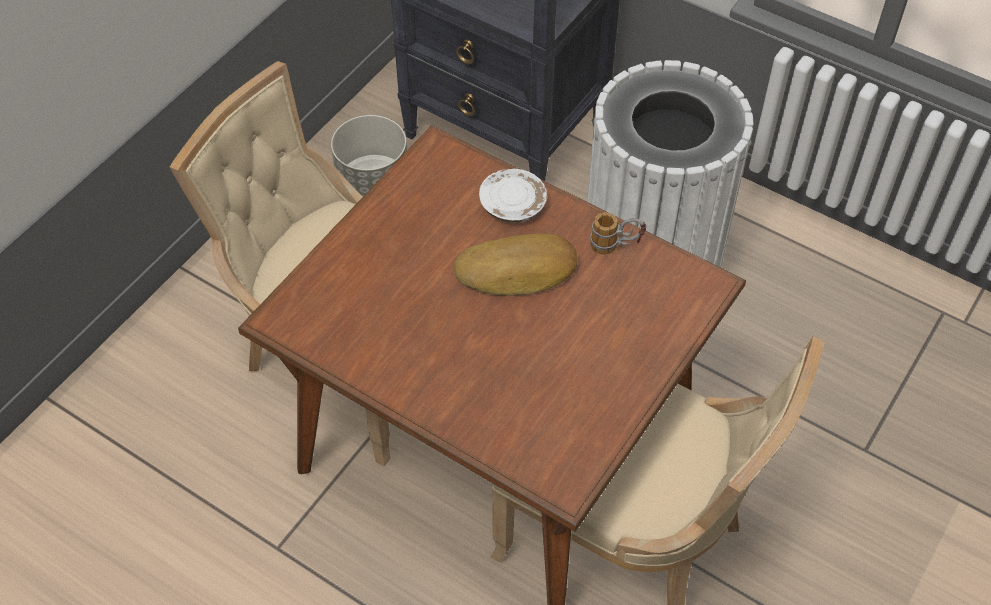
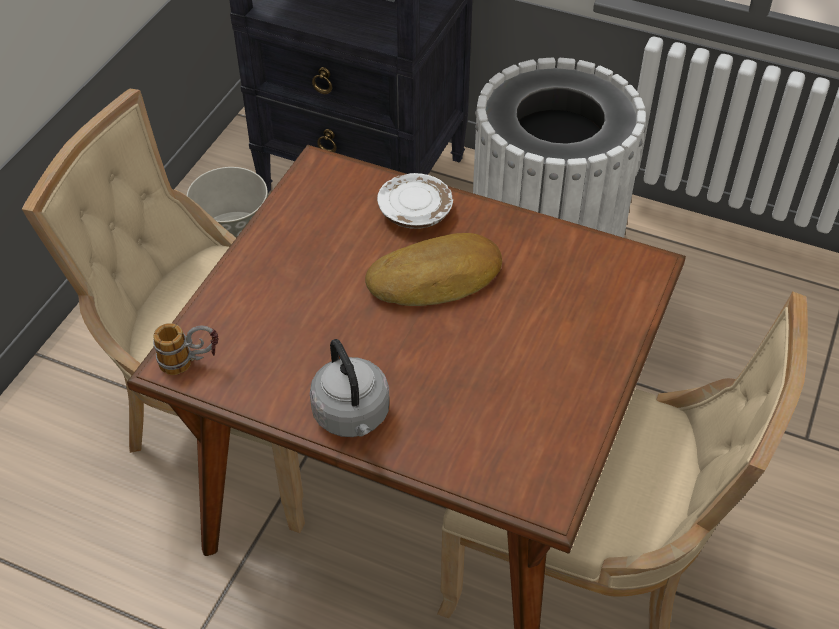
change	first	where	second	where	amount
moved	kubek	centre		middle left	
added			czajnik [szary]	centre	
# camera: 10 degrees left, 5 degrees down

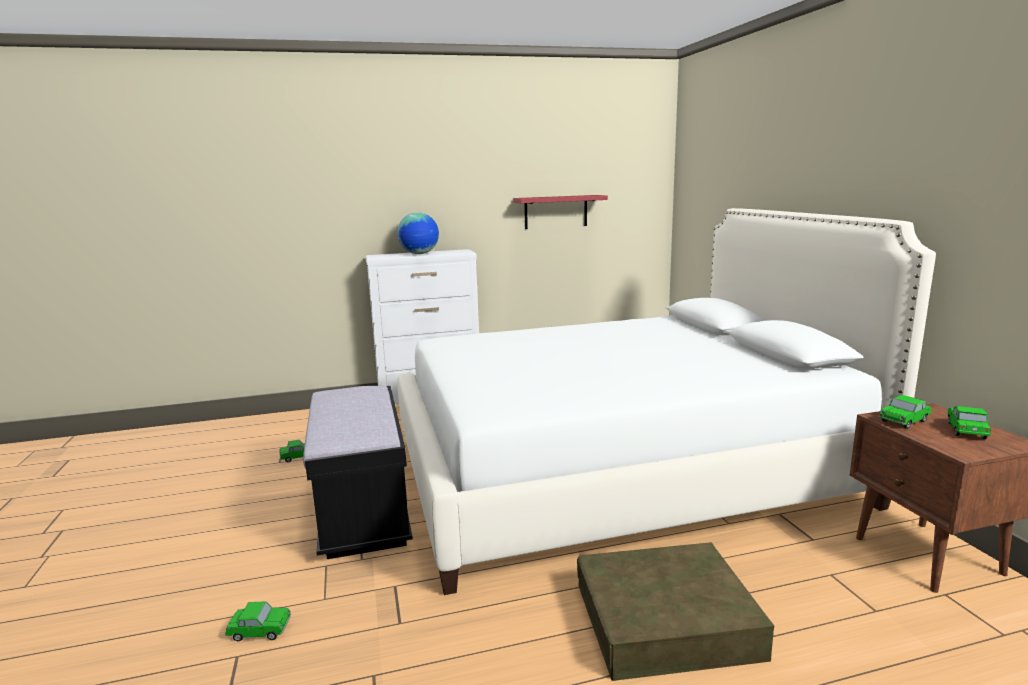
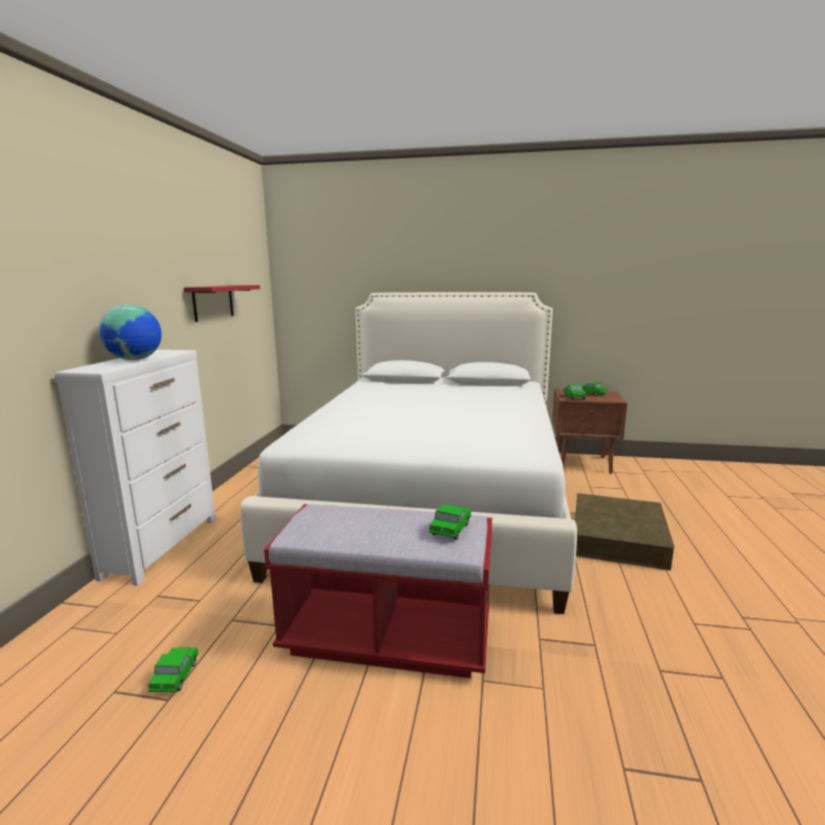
change	first	where	second	where	amount
moved	samochodzik (1st from left in the first image)	bottom left	samochodzik (2nd from left)	centre	
recoloured	ławka [czarny]	bottom centre	ławka [czerwony]	bottom centre	
# camera: 65 degrees left, 0 degrees up

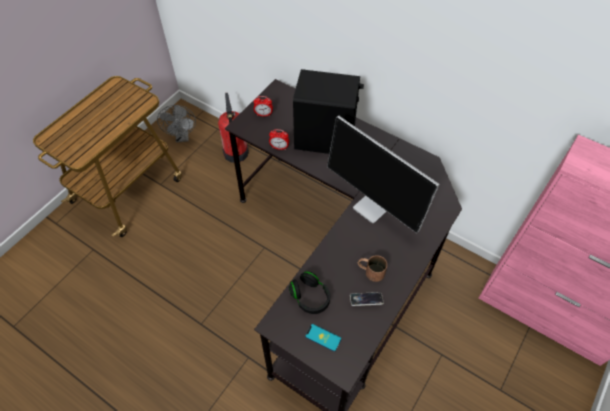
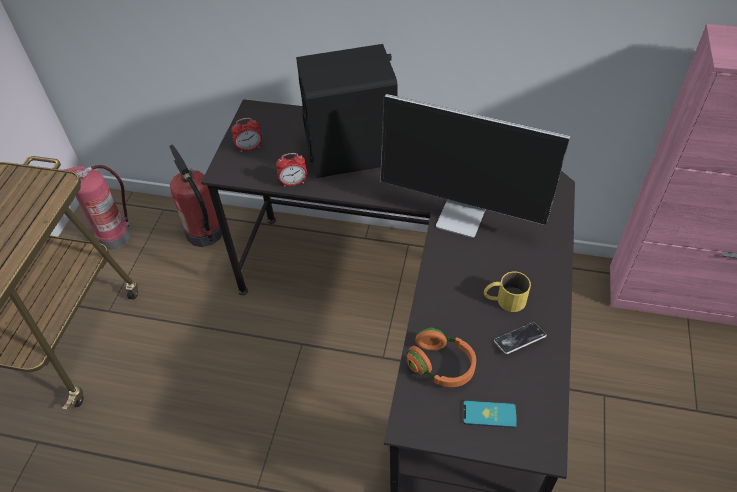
change	first	where	second	where	amount
replaced	wentylator [szary]	top left	gaśnica (1st from left)	middle left	
recoloured	słuchawki [czarny]	bottom centre	słuchawki [pomarańczowy]	bottom centre	
recoloured	kubek [brązowy]	centre	kubek [żółty]	middle right	
# camera: 20 degrees left, 5 degrees down

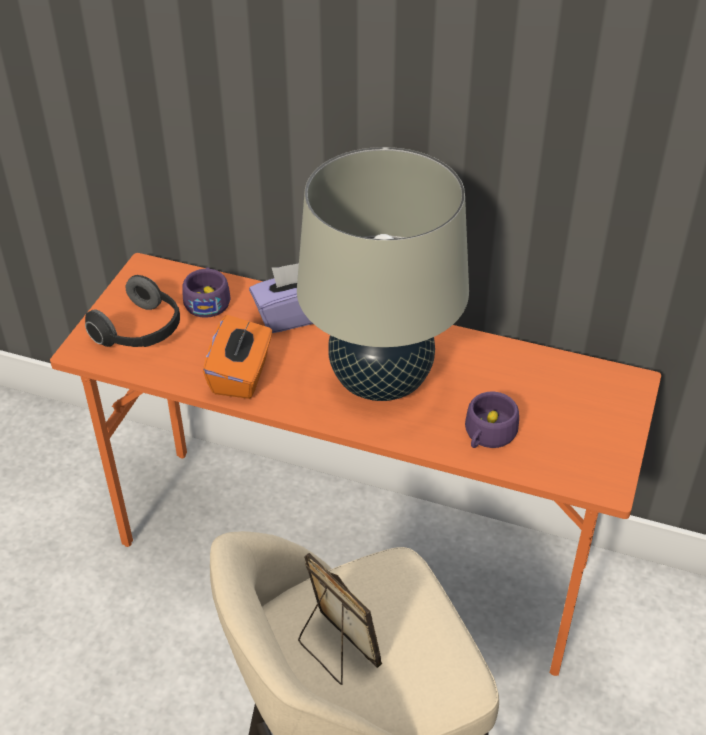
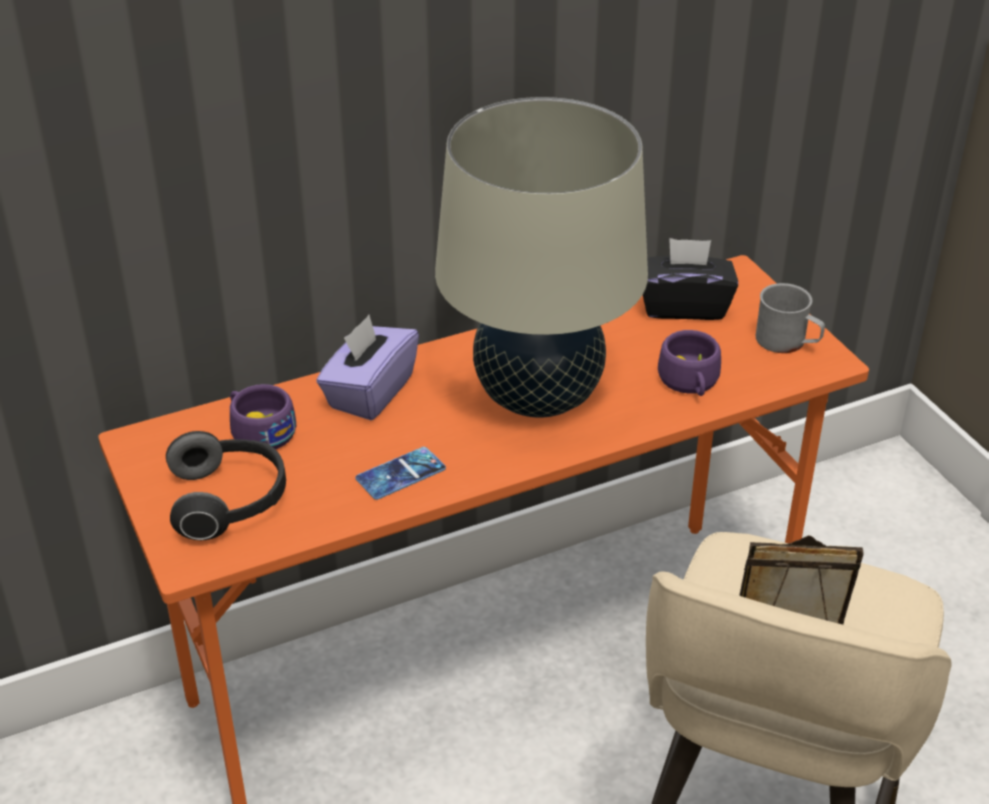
change	first	where	second	where	amount
replaced	pudełko chusteczek [pomarańczowy]	centre	telefon	centre	
added			pudełko chusteczek [czarny]	middle right	
added			kubek [szary]	middle right	
# camera: 45 degrees left, 5 degrees down

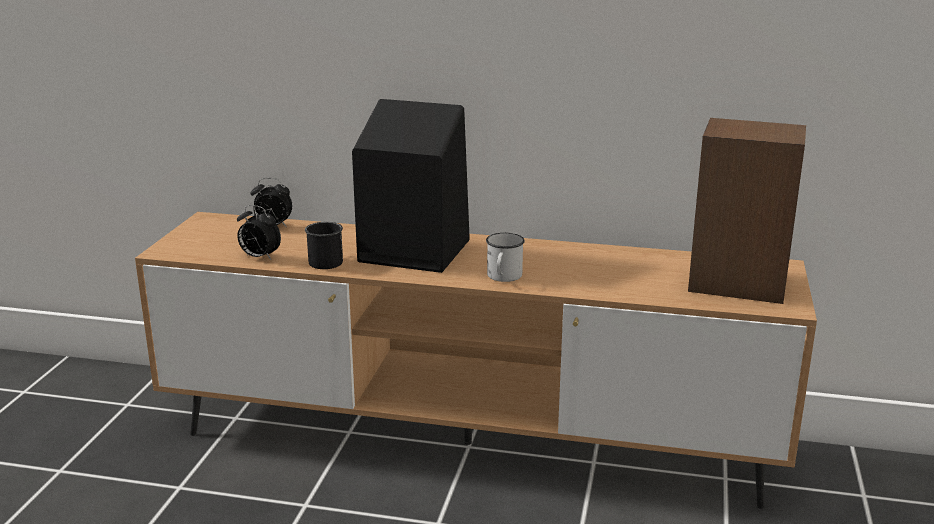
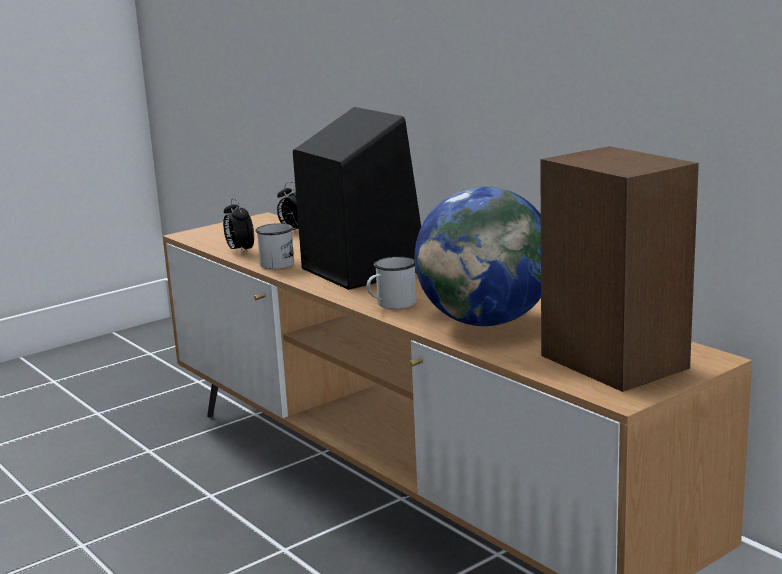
change	first	where	second	where	amount
recoloured	kubek [czarny]	centre	kubek [biały] (1st from left)	centre	
added			globus	centre	
# camera: 40 degrees right, 5 degrees down

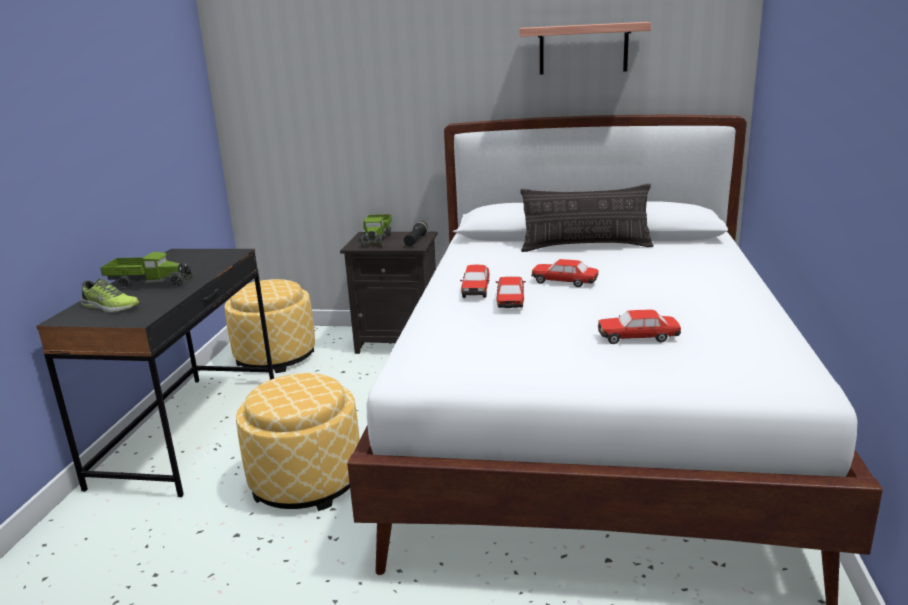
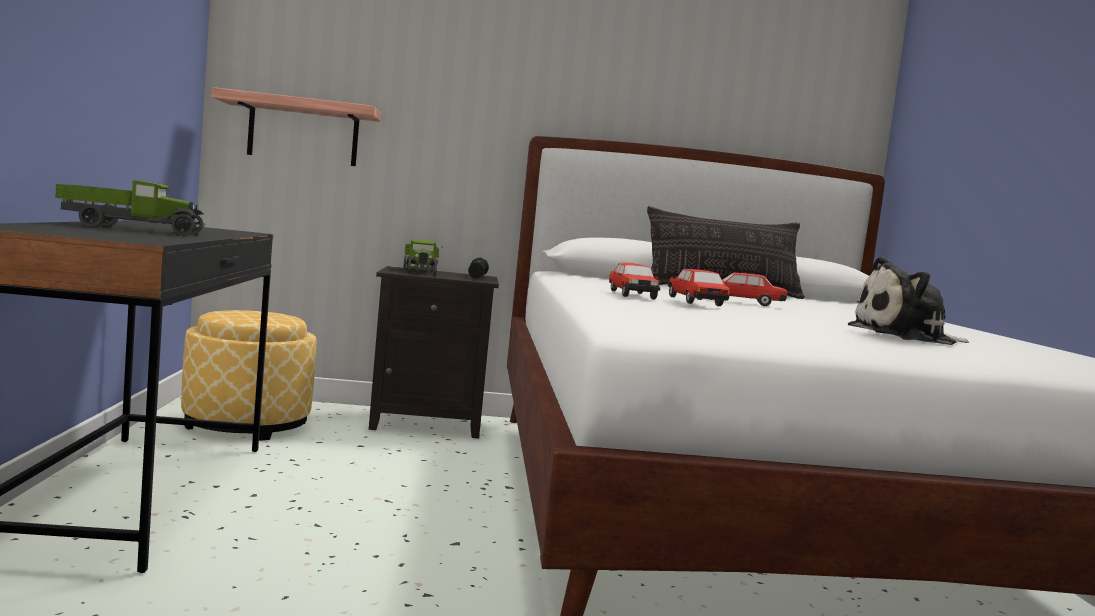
change	first	where	second	where	amount
removed	but	middle left			
removed	pufa (2nd from left)	bottom left			
moved	półka	top centre		top left	
replaced	samochodzik (4th from left)	middle right	pluszak	middle right	
# camera: 15 degrees left, 15 degrees down

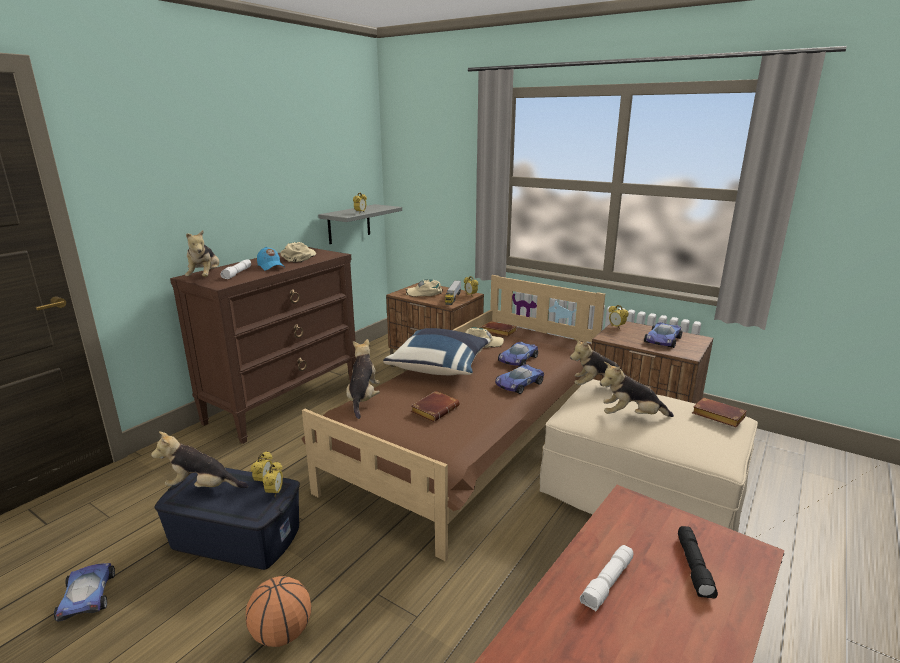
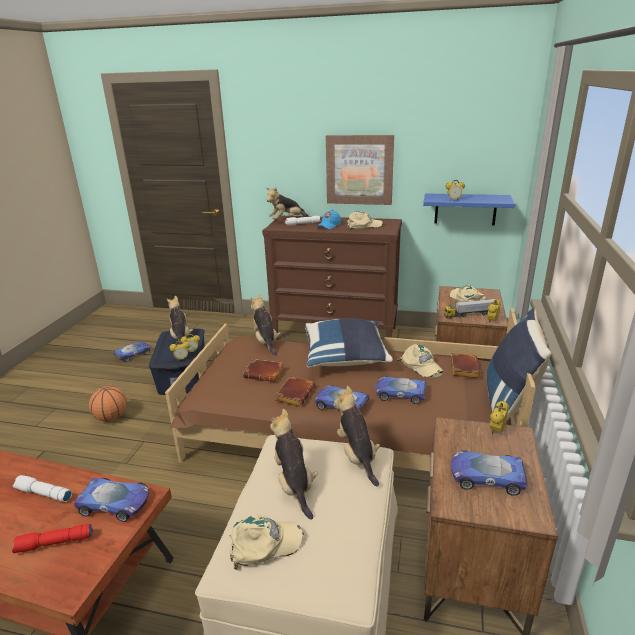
change	first	where	second	where	amount
recoloured	półka [szary]	centre	półka [niebieski]	top right	
turned	pluszak (3rd from left in the first image)	centre	pluszak (2nd from left)	centre	90 degrees counterclockwise
recoloured	latarka [czarny]	bottom right	latarka [czerwony]	bottom left	
moved	książka [brązowy] (3rd from left in the first image)	middle right	książka [brązowy] (2nd from left)	centre	
added			samochodzik (1st from left)	bottom left	
added			czapka z daszkiem [beżowy] (1st from left)	bottom centre	
added			obraz	top centre	
added			poduszka [niebieski] (2nd from left)	middle right	
# camera: 70 degrees right, 5 degrees up

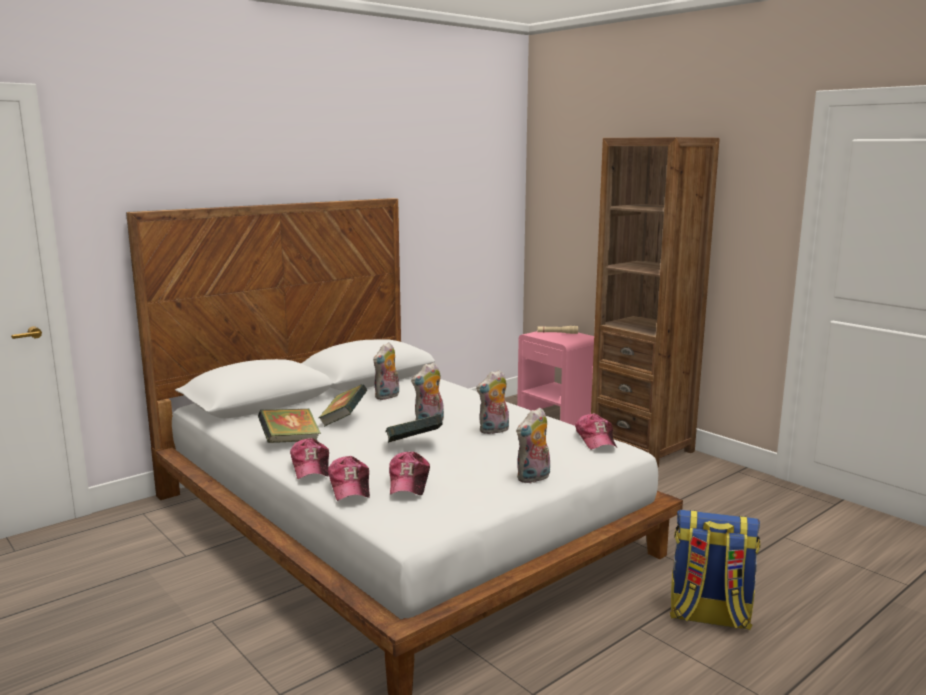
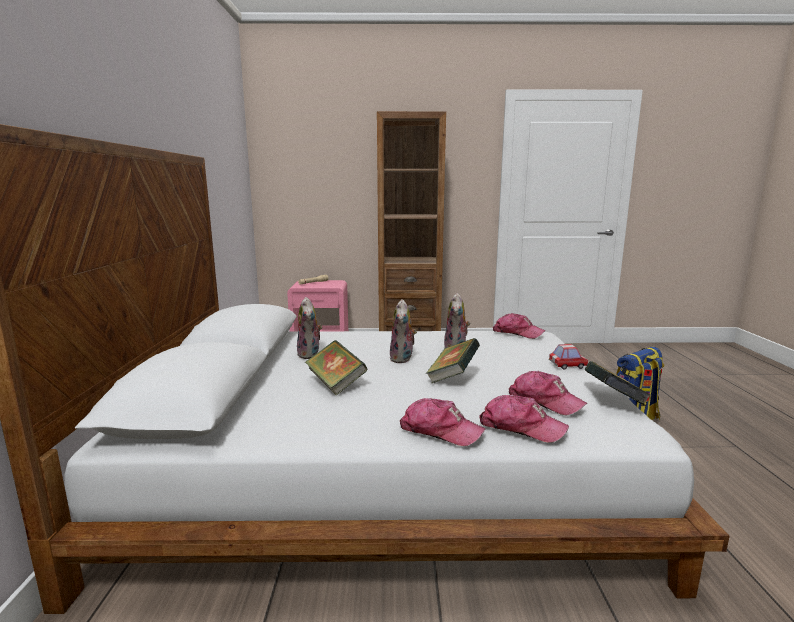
change	first	where	second	where	amount
moved	książka (1st from left in the first image)	middle left	książka (3rd from left)	middle right	
replaced	pluszak (4th from left)	centre	samochodzik	middle right	
# camera: 50 degrees left, 0 degrees up

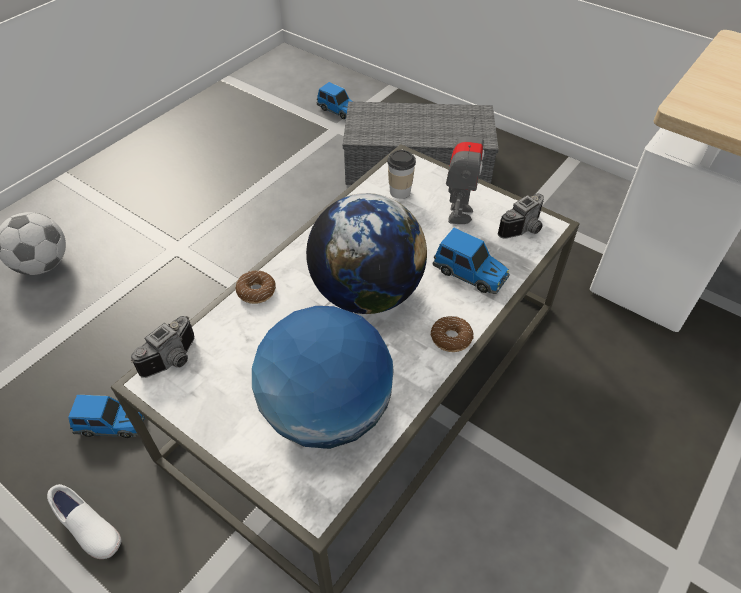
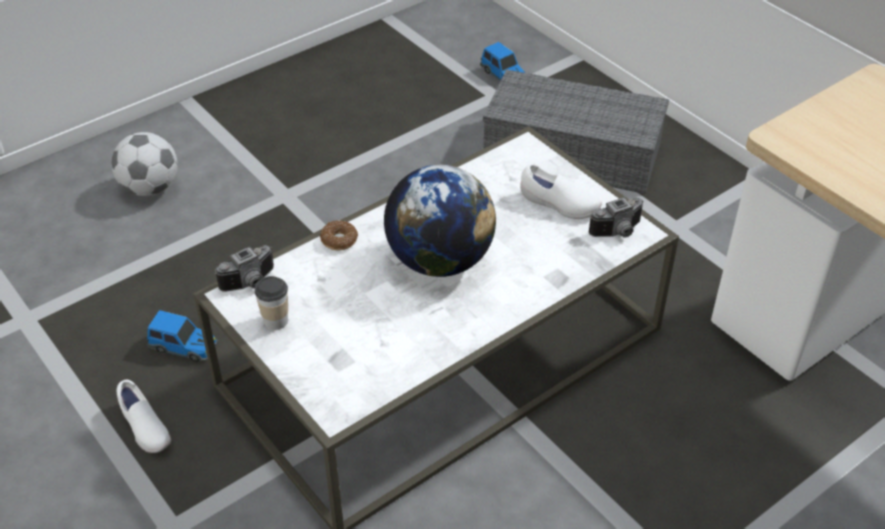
change	first	where	second	where	amount
removed	globus (1st from left)	centre			
moved	filiżanka	top centre		middle left	
removed	donut (2nd from left)	centre			
removed	samochodzik (3rd from left)	centre			
replaced	robot zabawkowy	top centre	but [biały] (2nd from left)	centre	
# camera: 15 degrees right, 5 degrees down

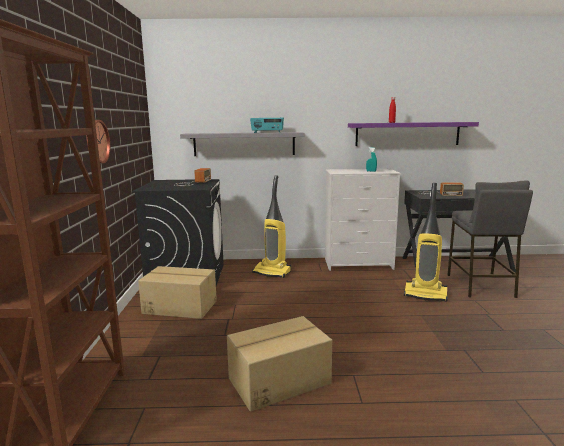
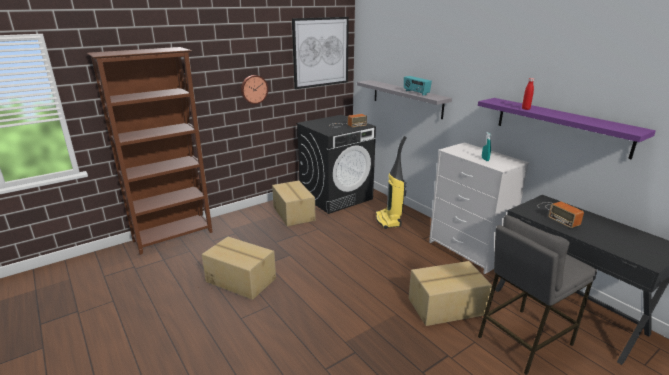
change	first	where	second	where	amount
replaced	odkurzacz (2nd from left)	middle right	karton (3rd from left)	bottom right	
added			obraz	top centre	
# camera: 55 degrees right, 10 degrees up

